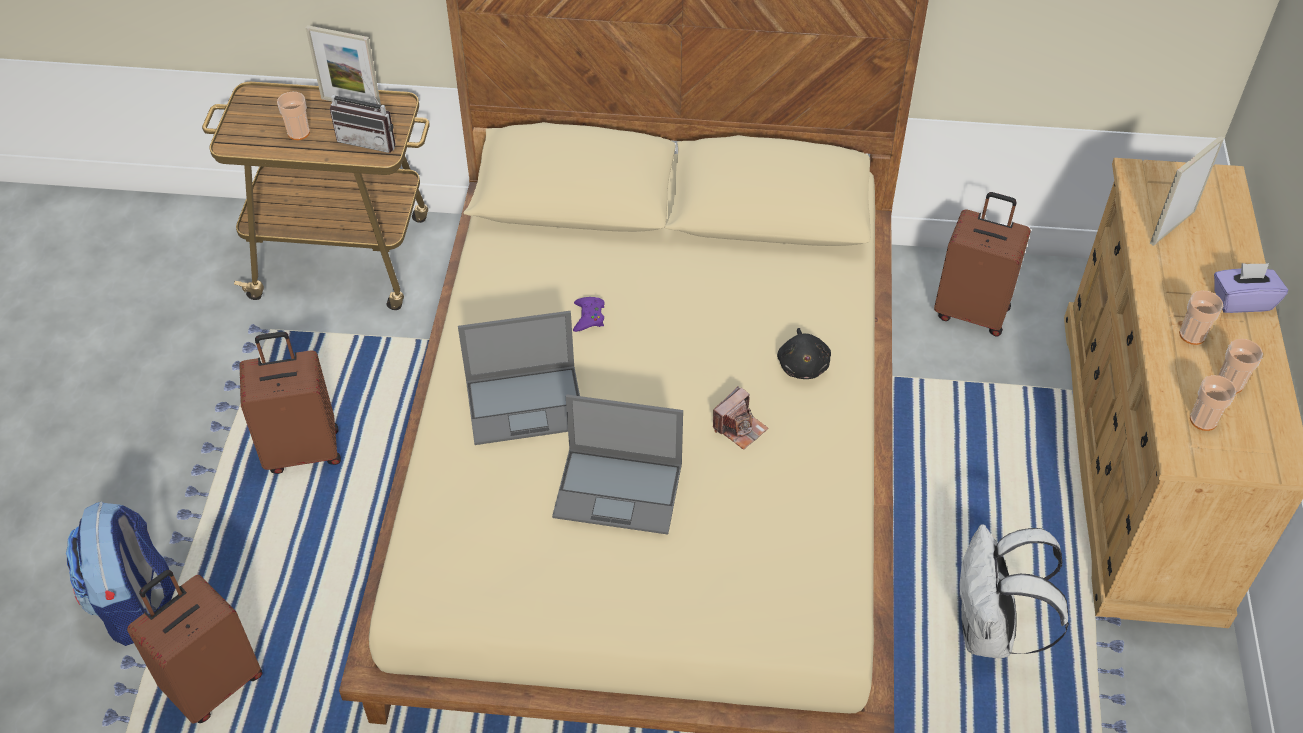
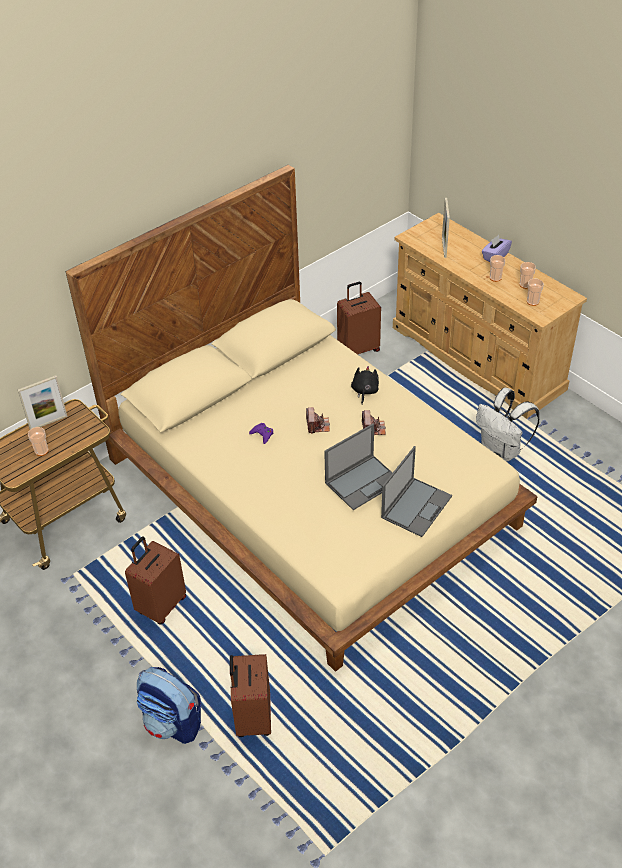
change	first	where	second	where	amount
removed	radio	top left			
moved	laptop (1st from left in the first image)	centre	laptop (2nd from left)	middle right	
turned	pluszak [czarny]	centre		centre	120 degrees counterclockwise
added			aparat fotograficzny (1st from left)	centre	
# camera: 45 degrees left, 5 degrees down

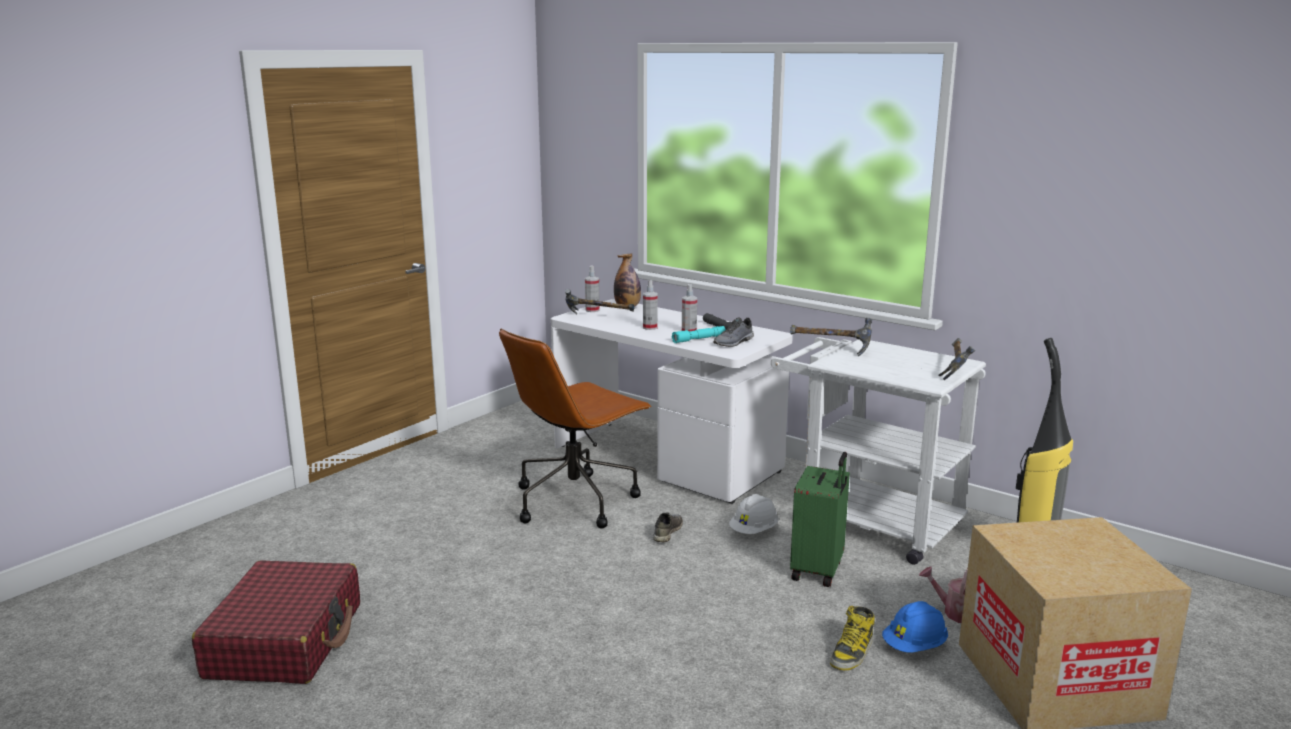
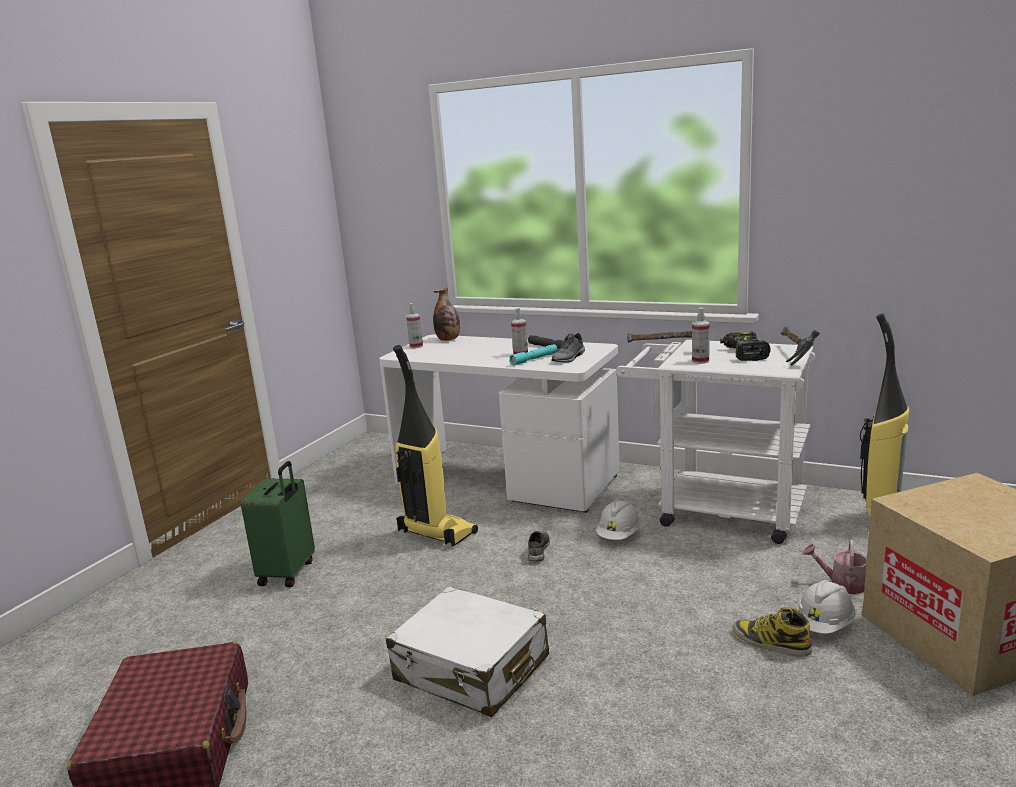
change	first	where	second	where	amount
replaced	krzesło biurowe [brązowy]	centre	odkurzacz (1st from left)	centre	
removed	młotek (1st from left)	centre			
moved	spryskiwacz (2nd from left in the first image)	centre	spryskiwacz (3rd from left)	middle right	
moved	walizka [zielony]	bottom centre		middle left	
turned	but z cholewką	bottom centre		bottom right	105 degrees clockwise
recoloured	kask [niebieski]	bottom right	kask [biały] (2nd from left)	bottom right	
added			walizka [biały]	bottom centre	
added			wiertarka	middle right	
# camera: 10 degrees left, 0 degrees up

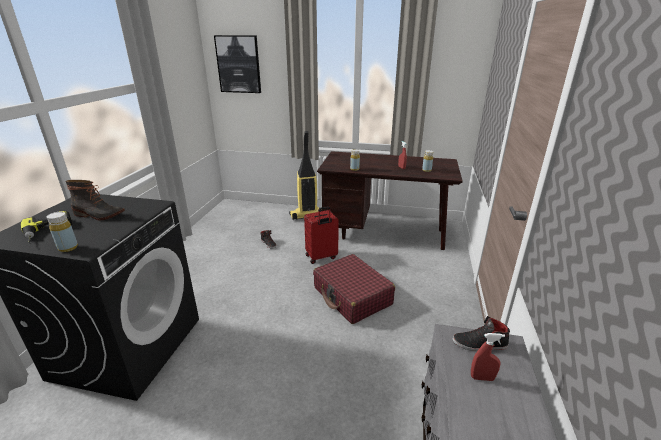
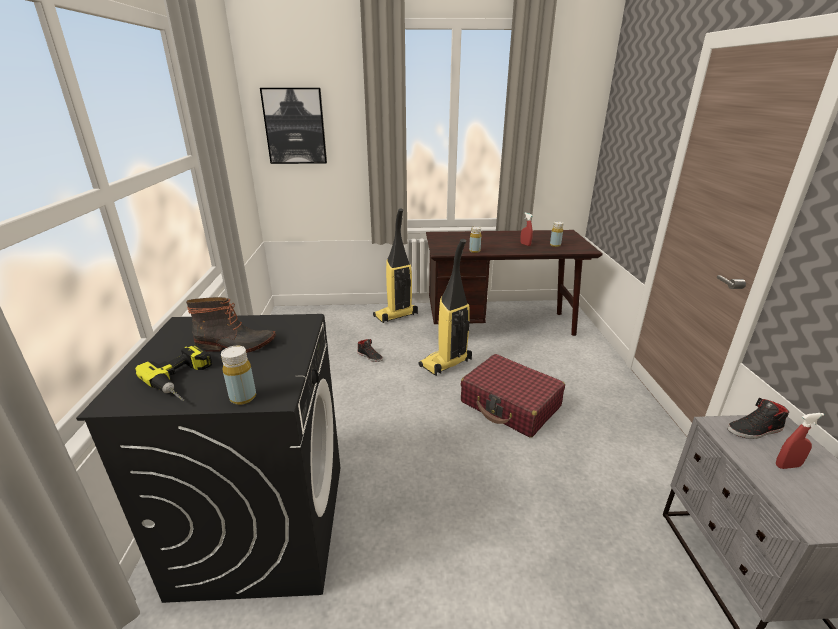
change	first	where	second	where	amount
replaced	walizka [czerwony] (1st from left)	centre	odkurzacz (2nd from left)	centre	
# camera: 15 degrees left, 0 degrees up

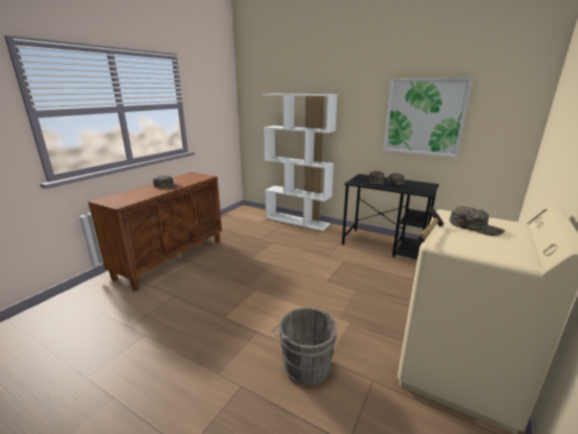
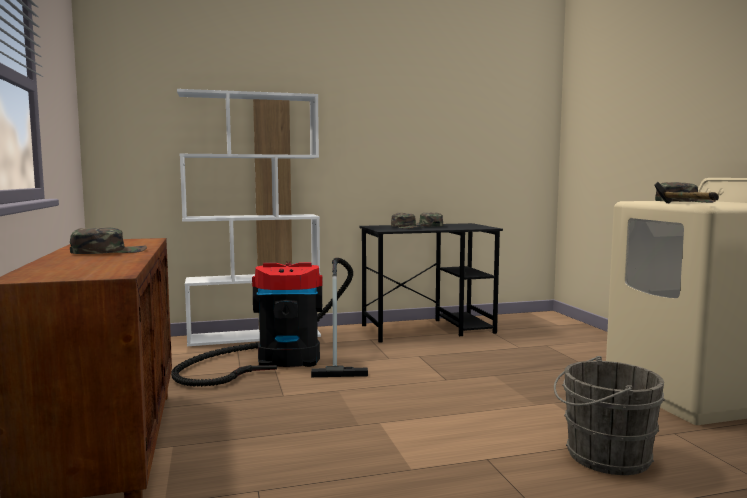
change	first	where	second	where	amount
removed	obraz	top right			
added			odkurzacz	centre	
# camera: 45 degrees left, 15 degrees down

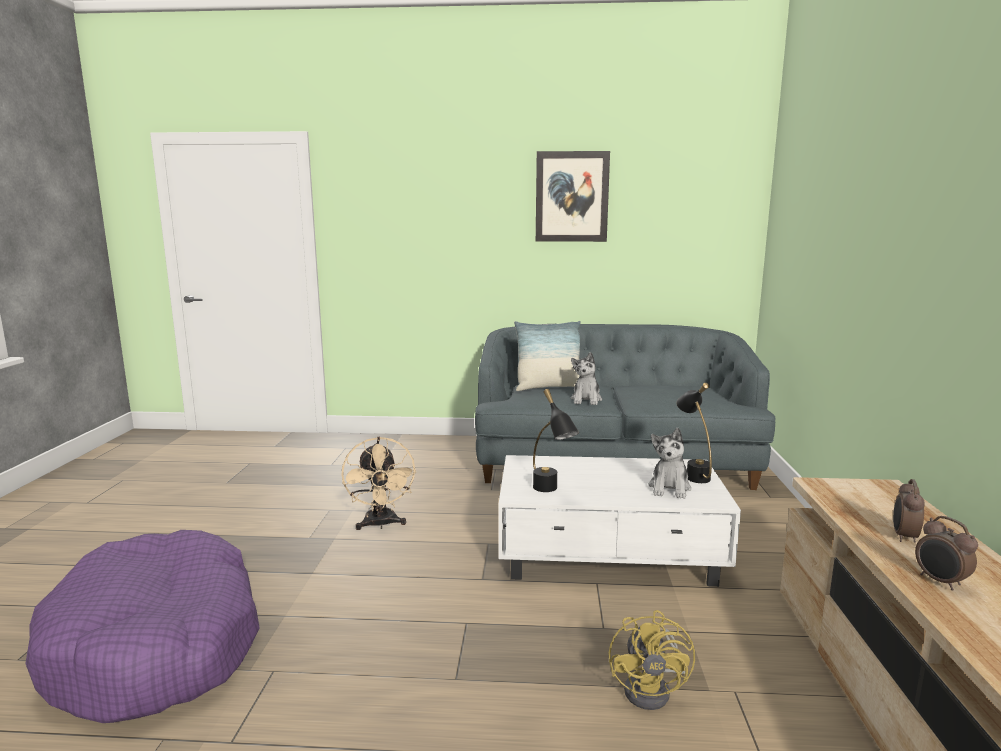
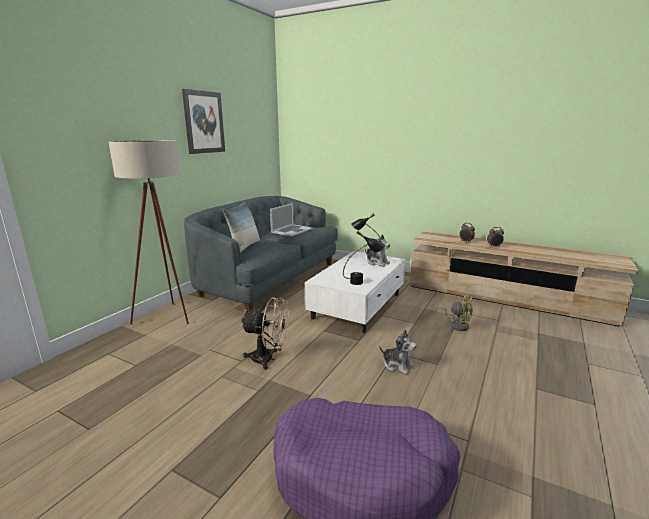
change	first	where	second	where	amount
moved	pluszak (1st from left in the first image)	centre	pluszak (2nd from left)	bottom centre	
added			lampa stojąca [beżowy]	middle left	
added			laptop	centre	
# camera: 65 degrees left, 5 degrees up

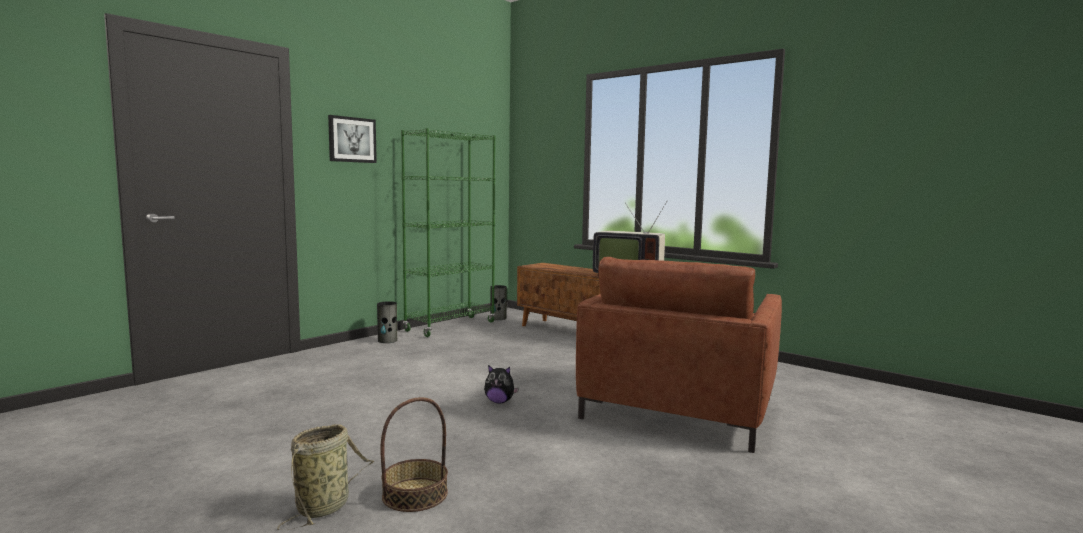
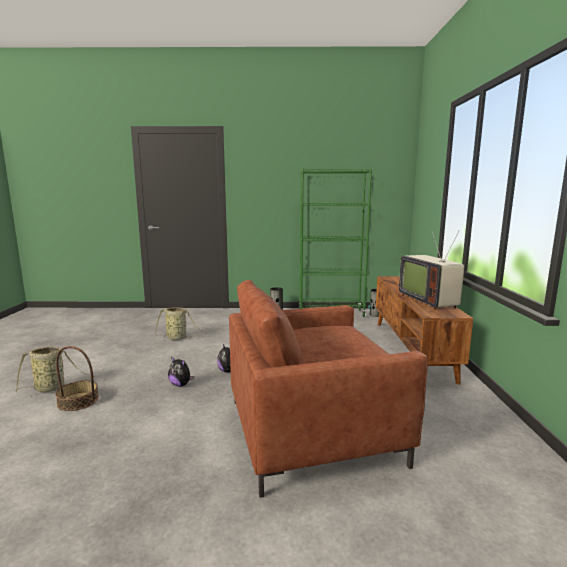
change	first	where	second	where	amount
removed	obraz	top left			
added			koszyk (3rd from left)	middle left	
added			pluszak (1st from left)	middle left	
# camera: 50 degrees right, 5 degrees up

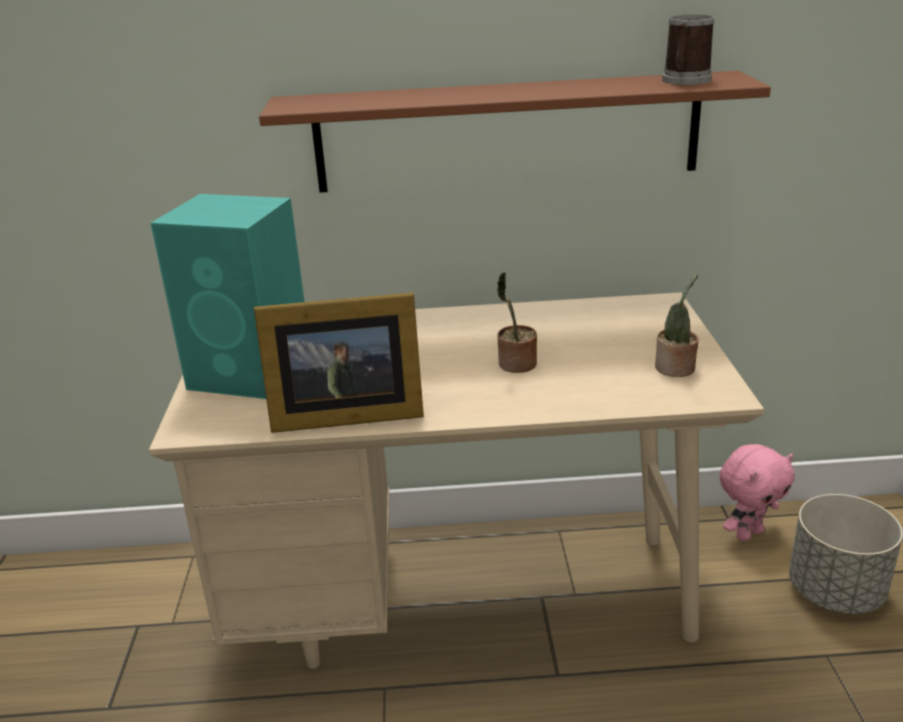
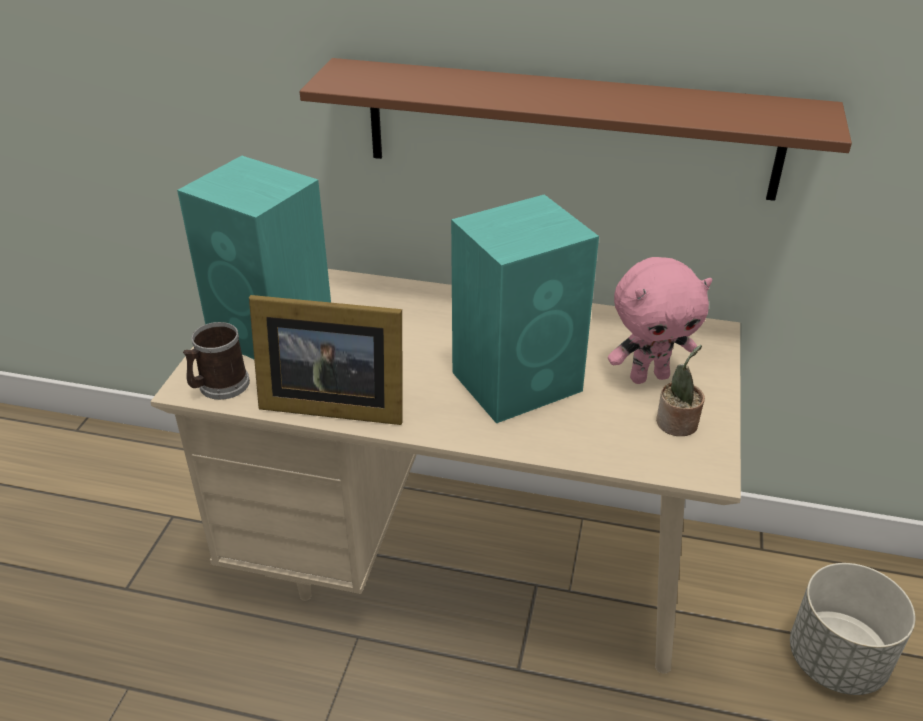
change	first	where	second	where	amount
replaced	roślina doniczkowa (1st from left)	centre	głośnik [turkusowy] (2nd from left)	centre	
moved	kubek	top right		middle left	
moved	pluszak [różowy]	bottom right		middle right	
# camera: 15 degrees right, 10 degrees up

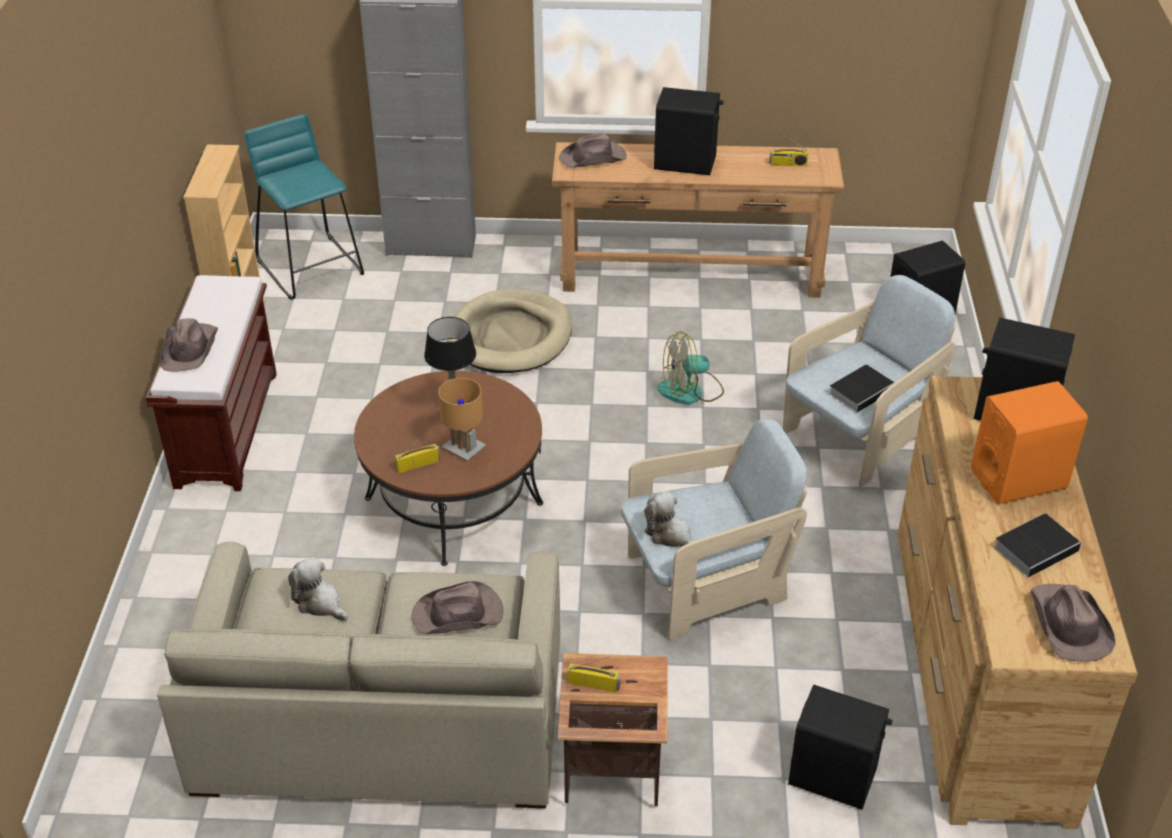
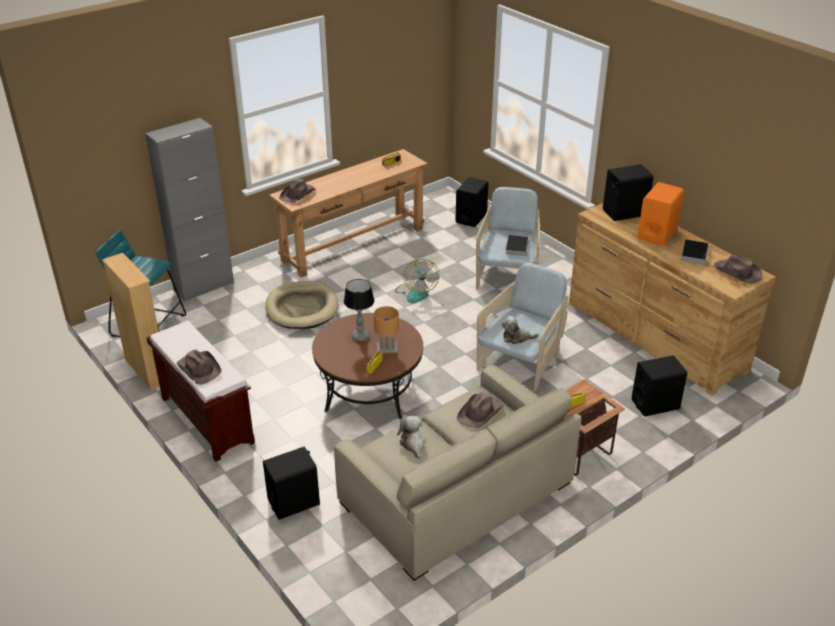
change	first	where	second	where	amount
turned	pluszak (1st from left)	bottom left		bottom centre	75 degrees clockwise
moved	głośnik [czarny] (1st from left)	top centre		bottom centre	
turned	wentylator	centre		centre	45 degrees counterclockwise
# camera: 40 degrees left, 5 degrees down

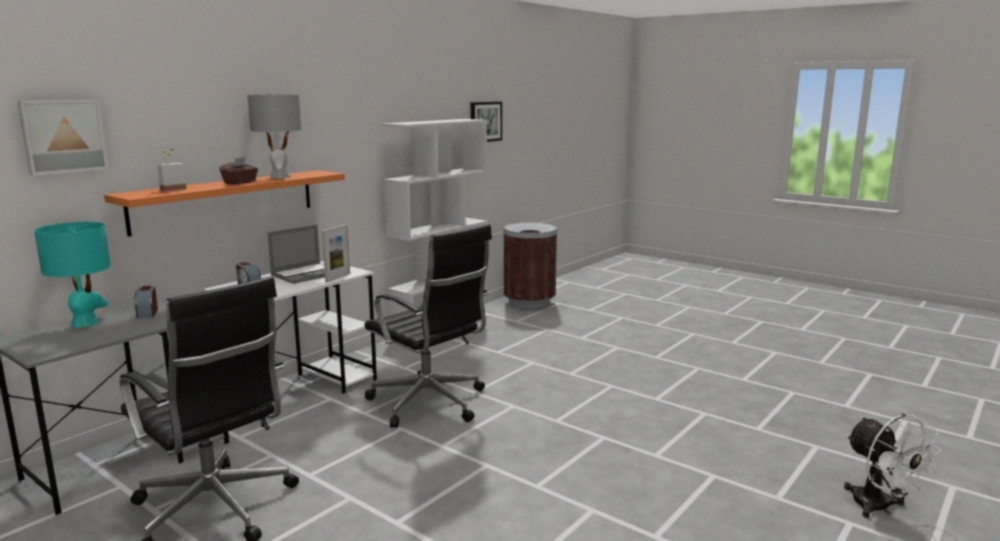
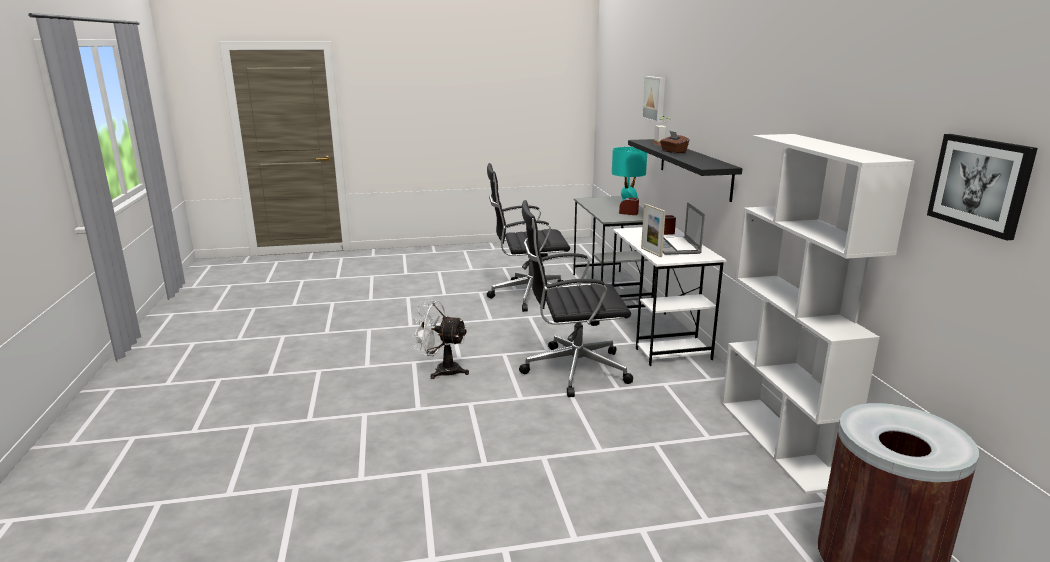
change	first	where	second	where	amount
recoloured	półka [pomarańczowy]	middle left	półka [czarny]	top centre	
removed	lampa stołowa [szary]	top left			
moved	wentylator [biały]	bottom right		centre	
# camera: 130 degrees right, 5 degrees up

